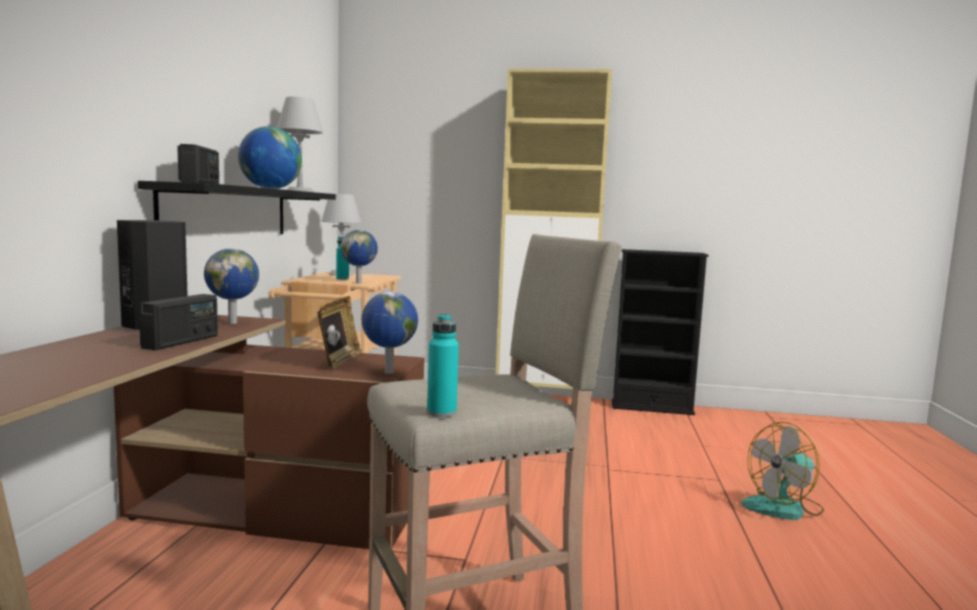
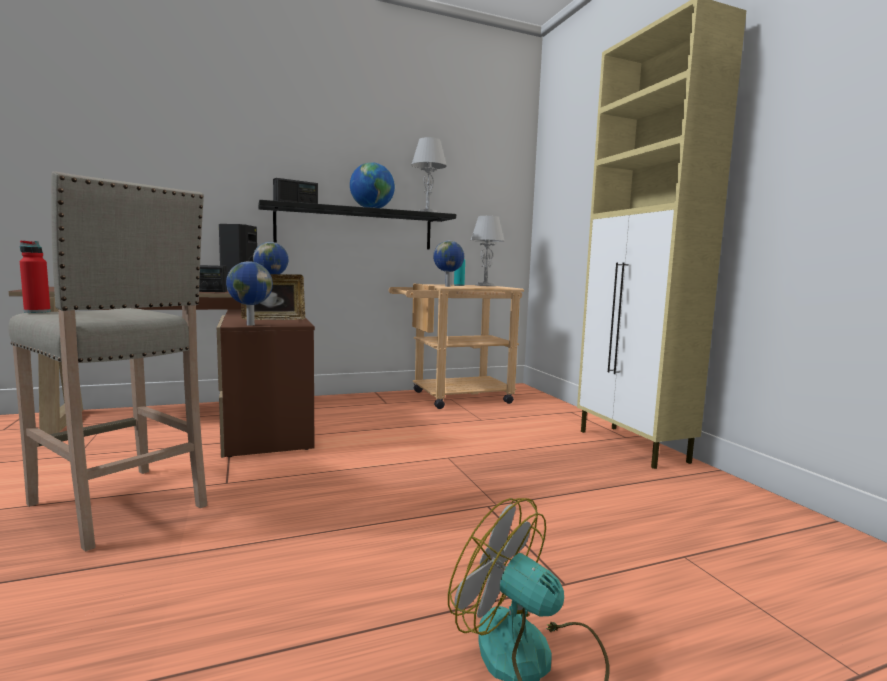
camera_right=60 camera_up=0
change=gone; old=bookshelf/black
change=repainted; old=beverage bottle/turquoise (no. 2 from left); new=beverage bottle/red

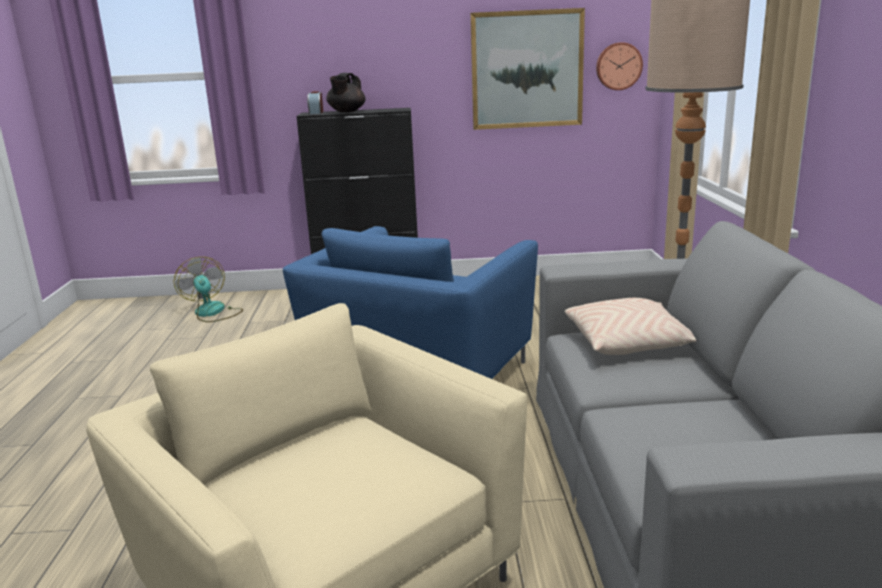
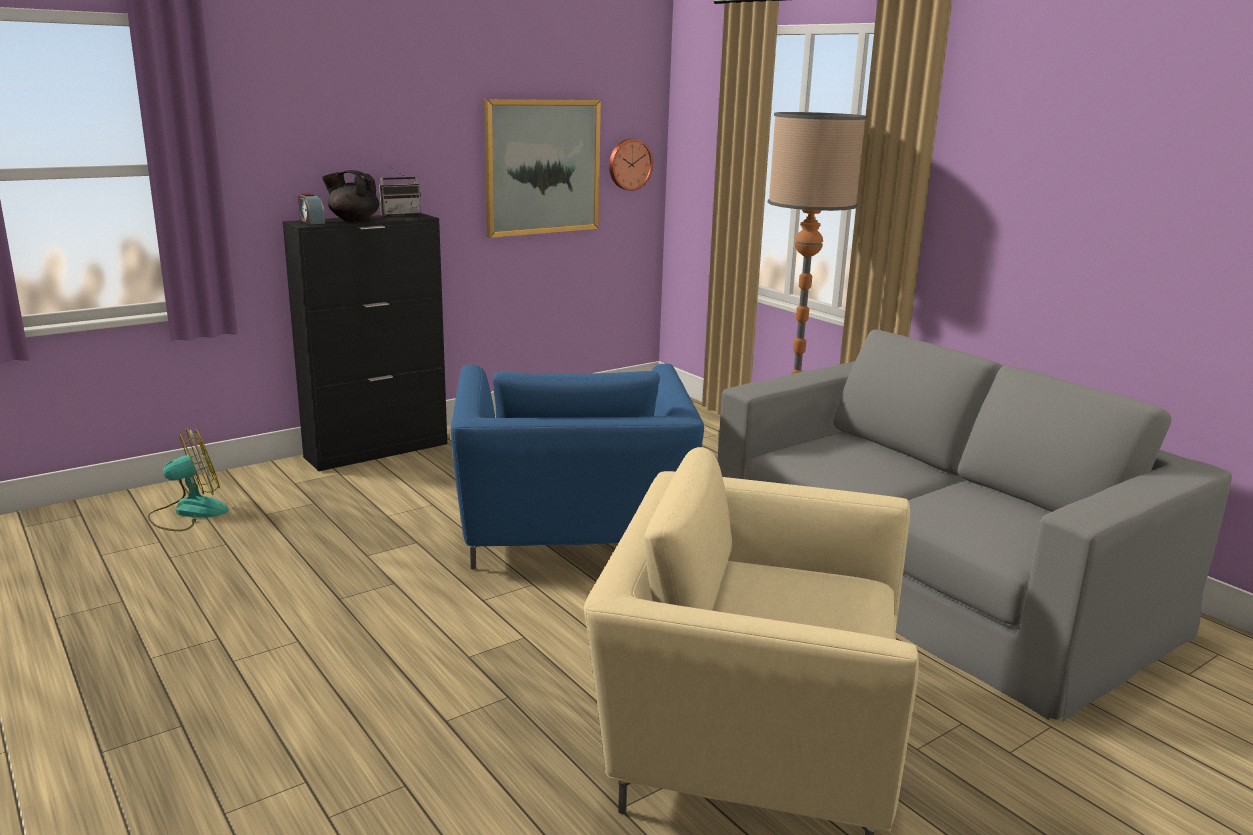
camera_right=-35 camera_up=0
change=rotated; old=pot for tea/black; degrees=120
change=rotated; old=fan; degrees=120
change=gone; old=throw pillow/beige-coloured
change=new; new=radio set

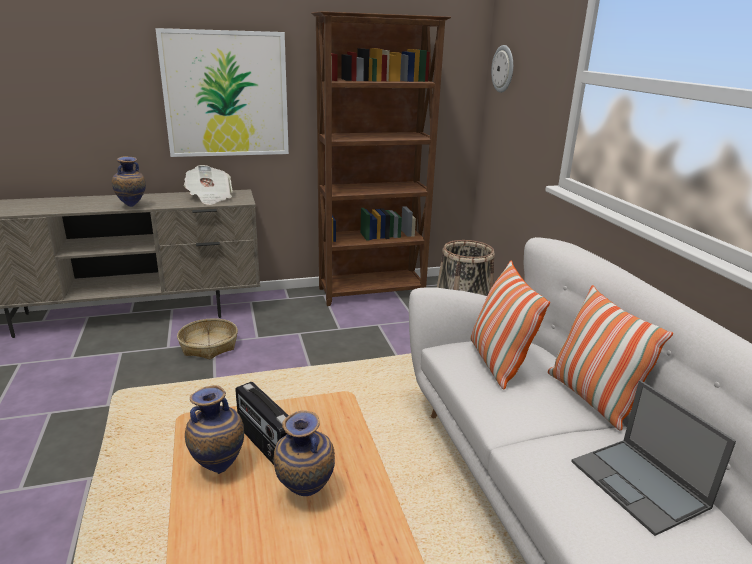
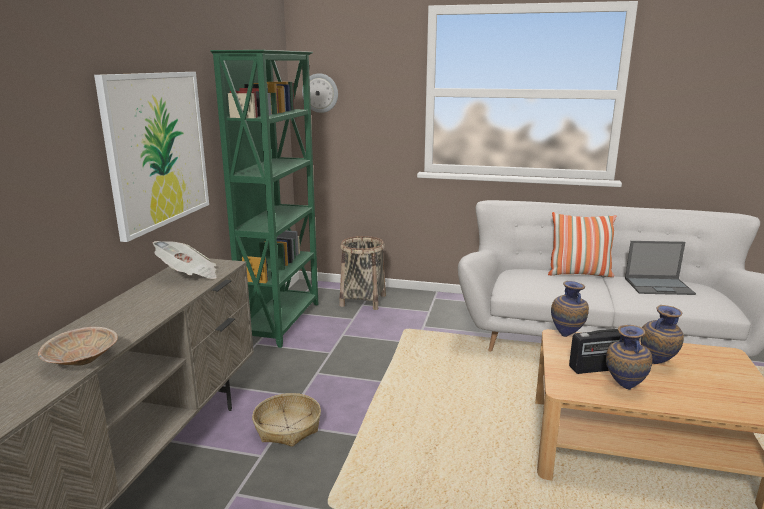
camera_right=-60 camera_up=-5
change=repainted; old=bookshelf/brown-coloured; new=bookshelf/green-coloured
change=shifted; old=decorative vase (no. 1 from left)
change=gone; old=throw pillow (no. 1 from left)
change=new; new=bowl/beige-coloured

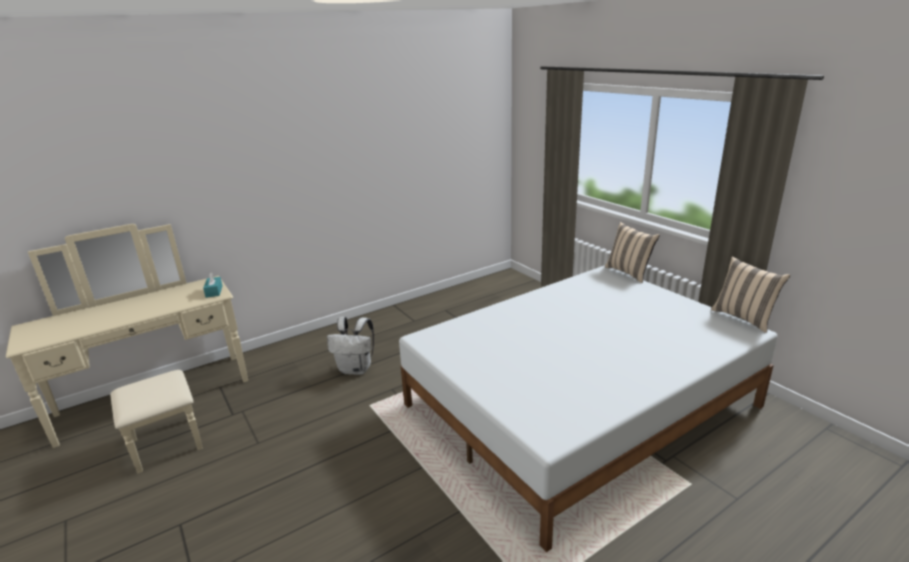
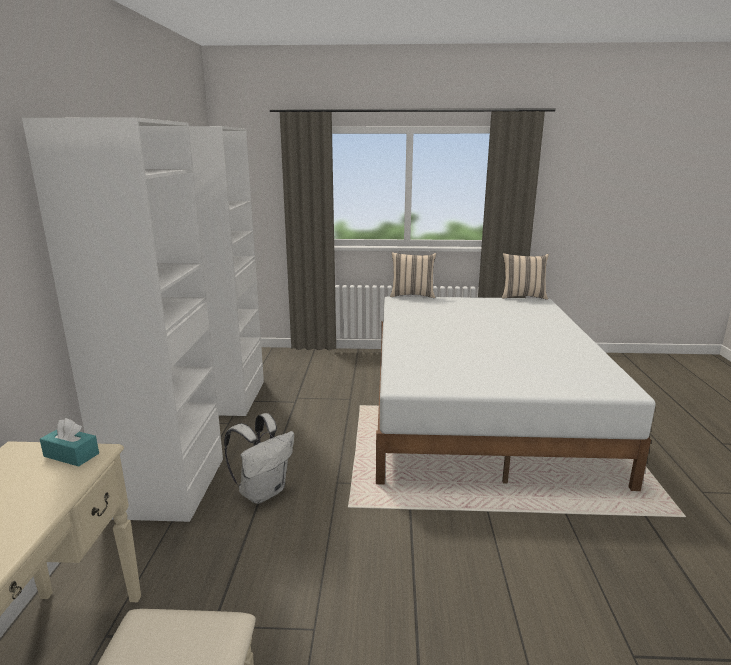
camera_right=-55 camera_up=-5
change=new; new=wardrobe/whitish

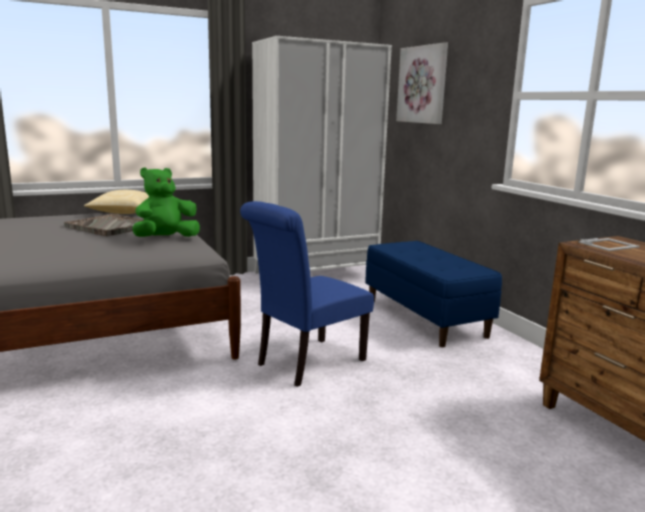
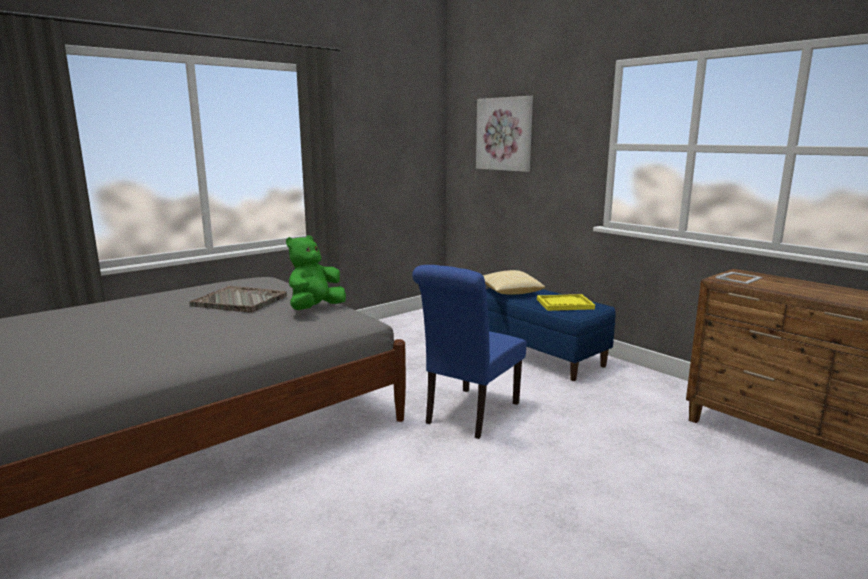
camera_right=-15 camera_up=0
change=gone; old=wardrobe/whitish
change=shifted; old=throw pillow
change=new; new=tray/yellow

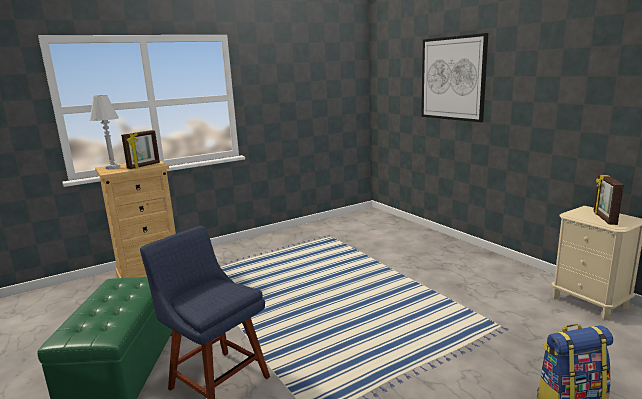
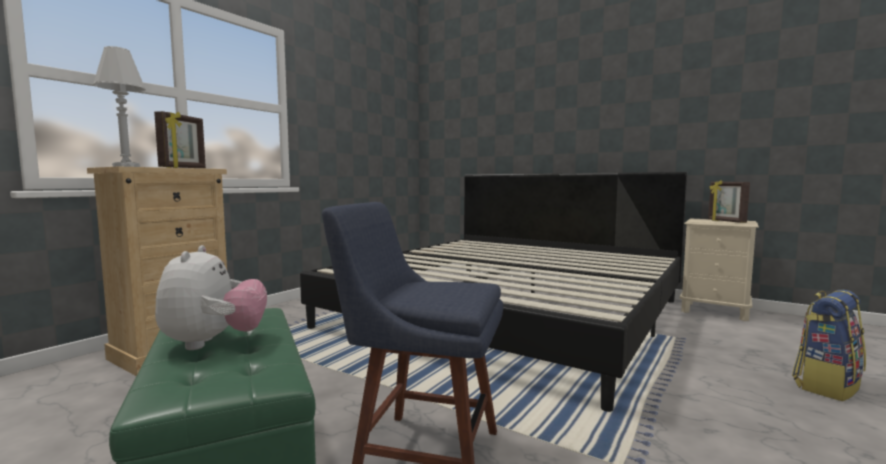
camera_right=-25 camera_up=-10
change=gone; old=wall art
change=new; new=bedroom bed
change=new; new=soft toy

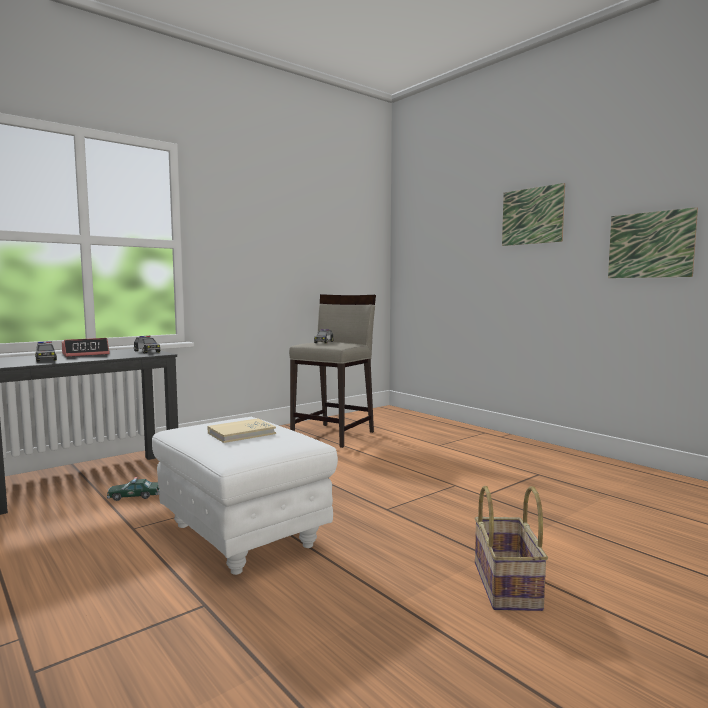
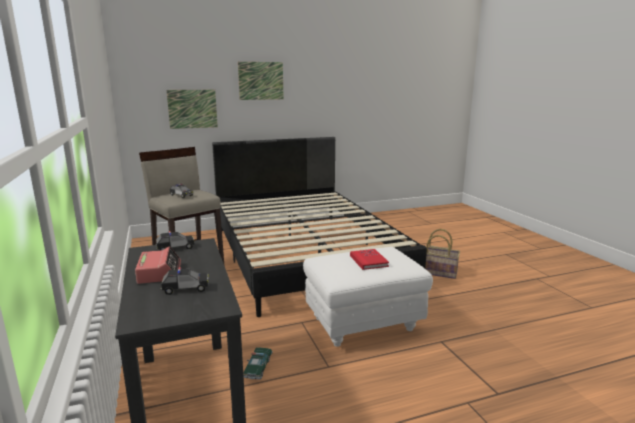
camera_right=-70 camera_up=10
change=shifted; old=wall art (no. 2 from left in the first image); new=wall art (no. 1 from left)
change=repainted; old=volume/beige-coloured; new=volume/red
change=new; new=bedroom bed/black

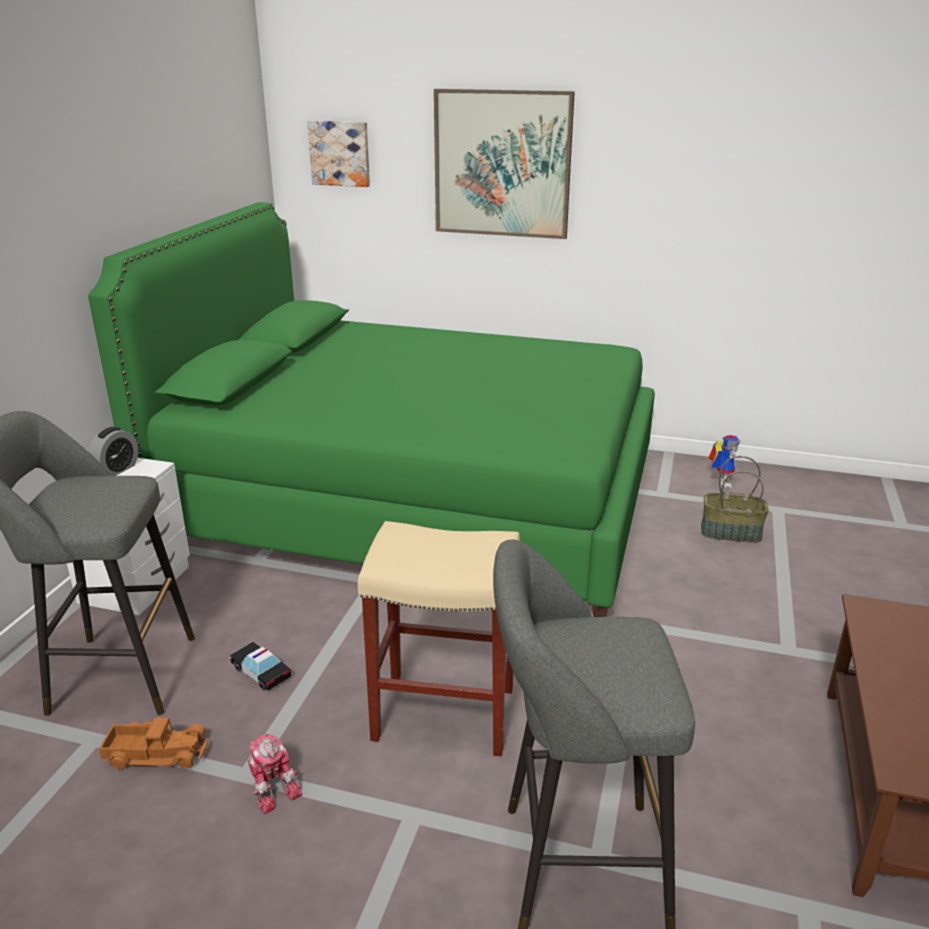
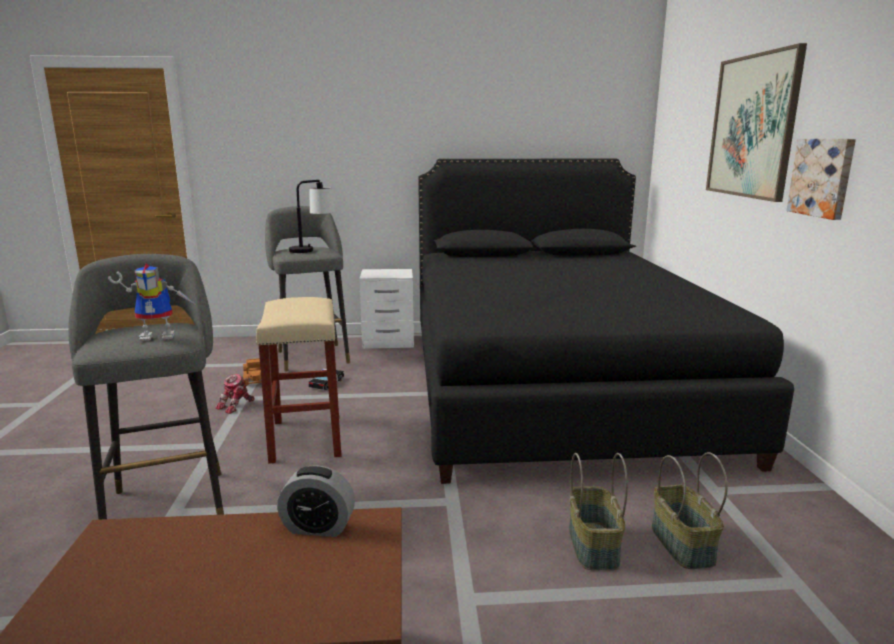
camera_right=70 camera_up=-10
change=shifted; old=wall art (no. 1 from left in the first image); new=wall art (no. 2 from left)
change=repainted; old=bedroom bed/green-coloured; new=bedroom bed/black
change=shifted; old=table clock
change=shifted; old=toy robot (no. 2 from left in the first image); new=toy robot (no. 1 from left)
change=new; new=table lamp
change=new; new=household basket (no. 1 from left)

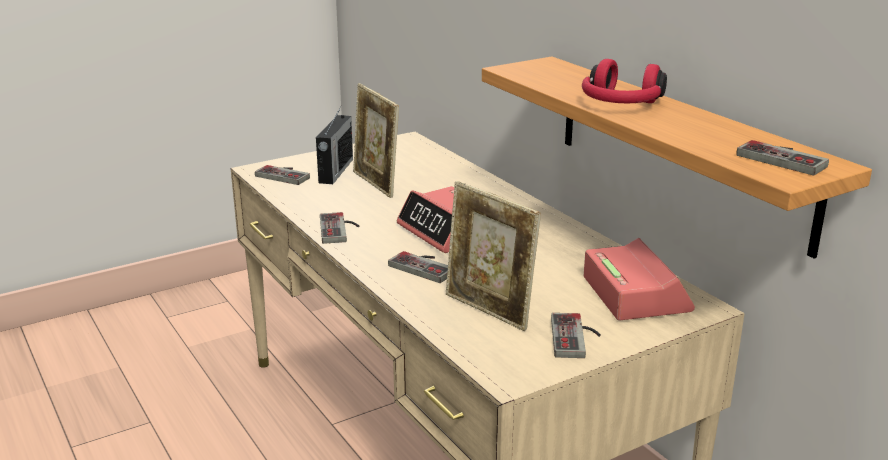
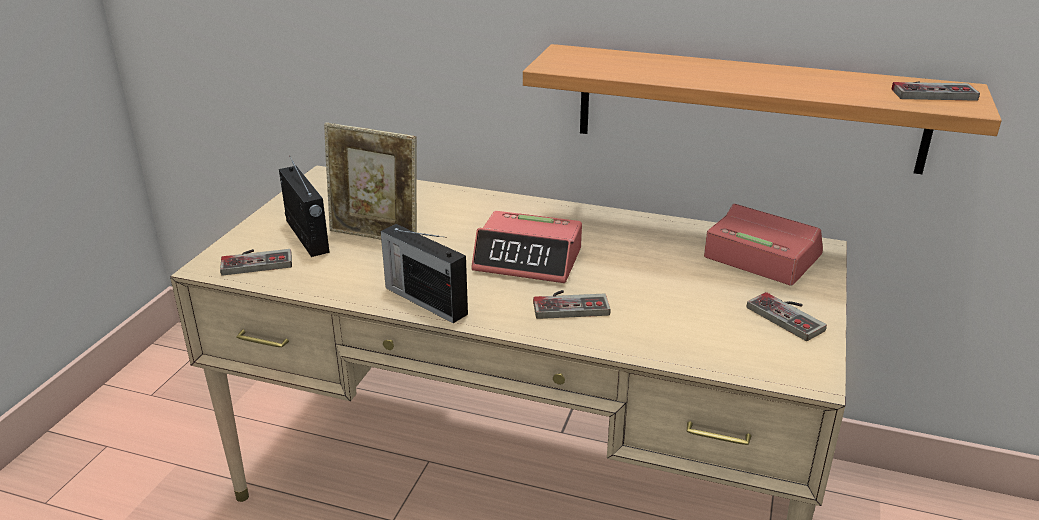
camera_right=-40 camera_up=5
change=gone; old=headphones/red
change=gone; old=picture frame (no. 2 from left)
change=swapped; old=joypad (no. 2 from left); new=radio set (no. 2 from left)

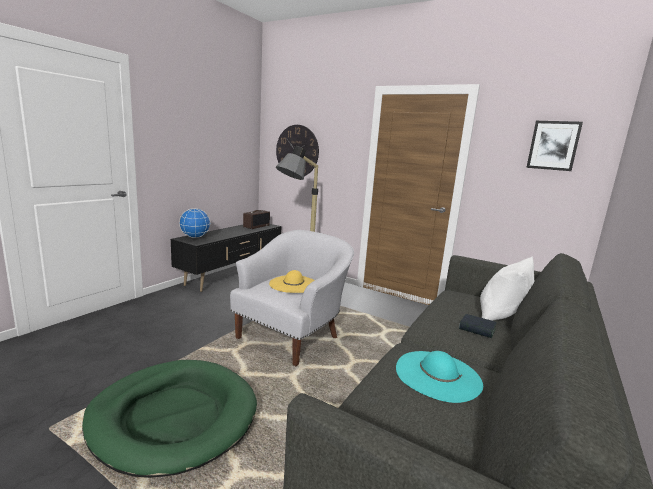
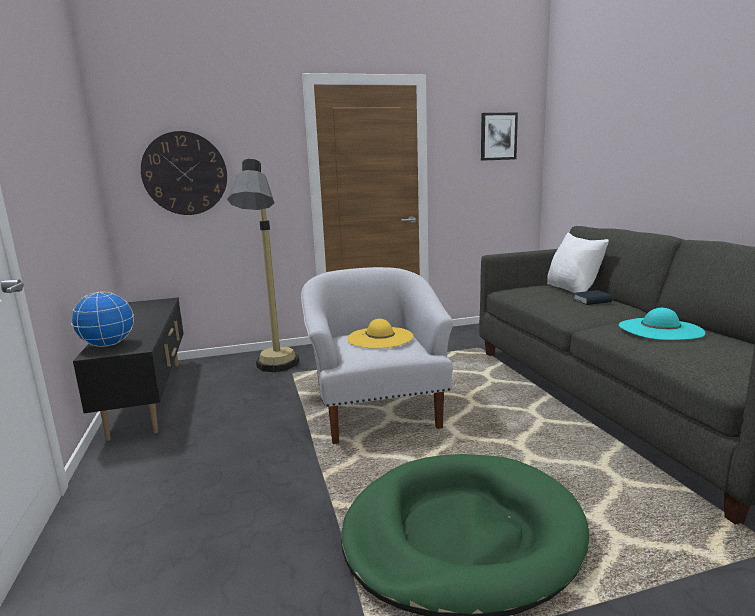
camera_right=-45 camera_up=0
change=gone; old=radio set

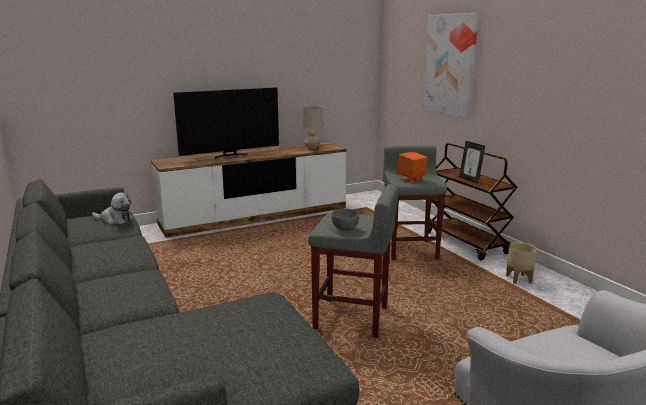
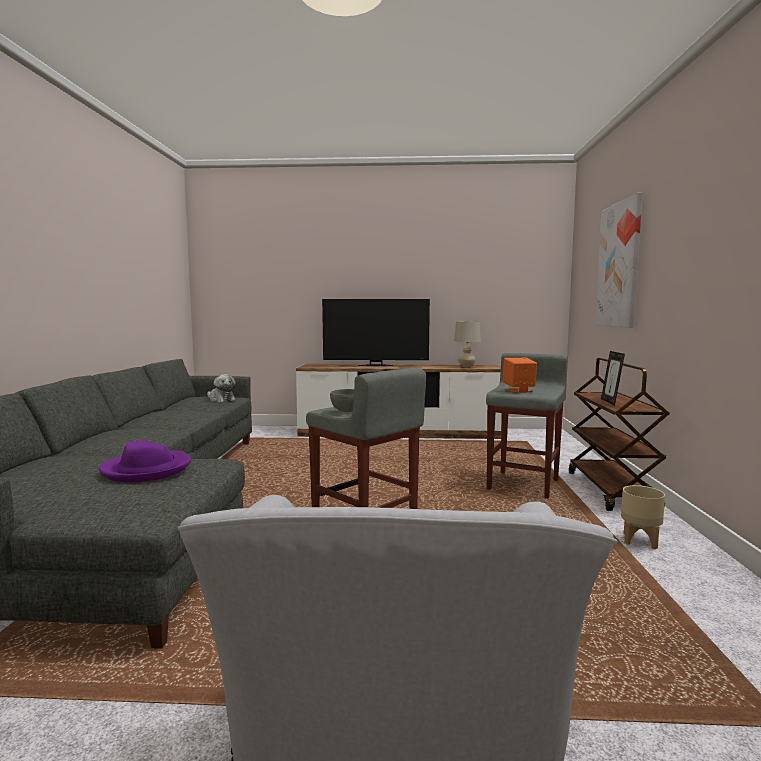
camera_right=30 camera_up=-10
change=new; new=wearable hat/purple-coloured

